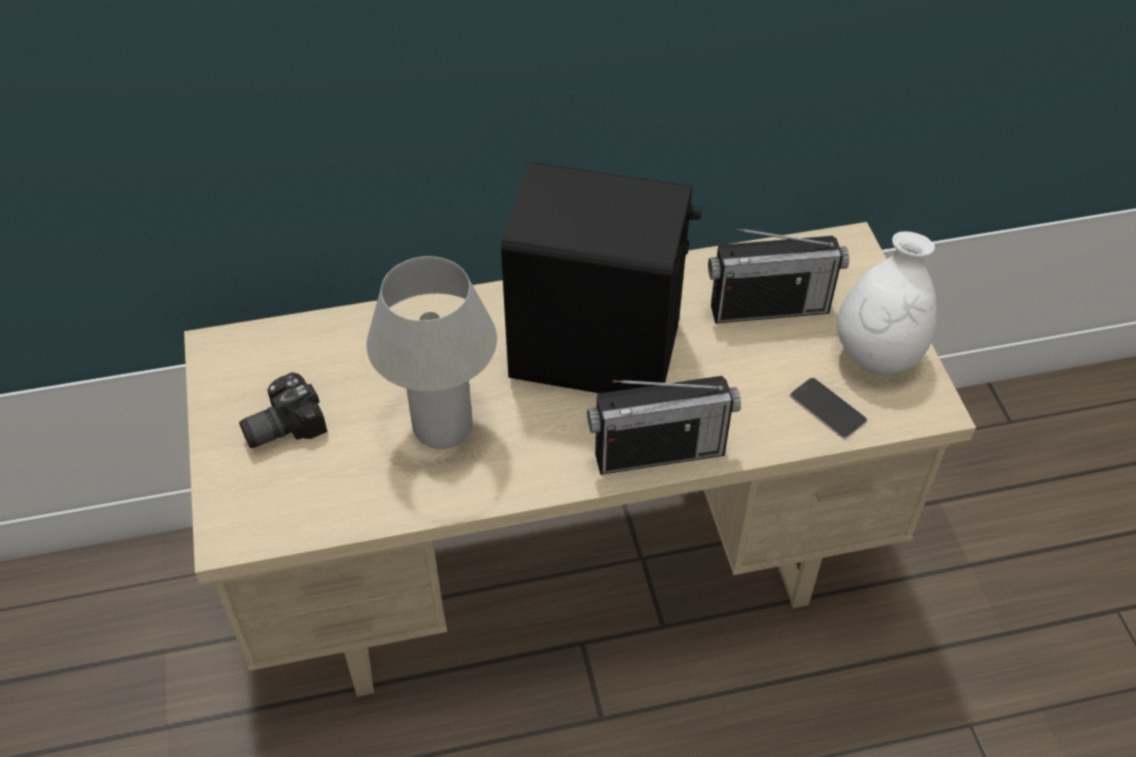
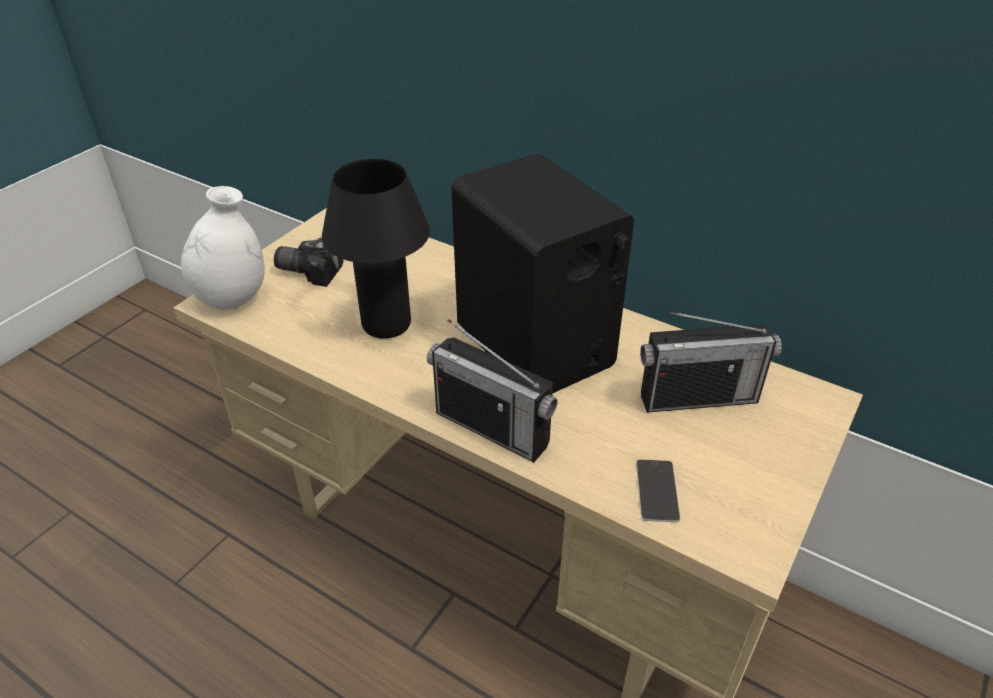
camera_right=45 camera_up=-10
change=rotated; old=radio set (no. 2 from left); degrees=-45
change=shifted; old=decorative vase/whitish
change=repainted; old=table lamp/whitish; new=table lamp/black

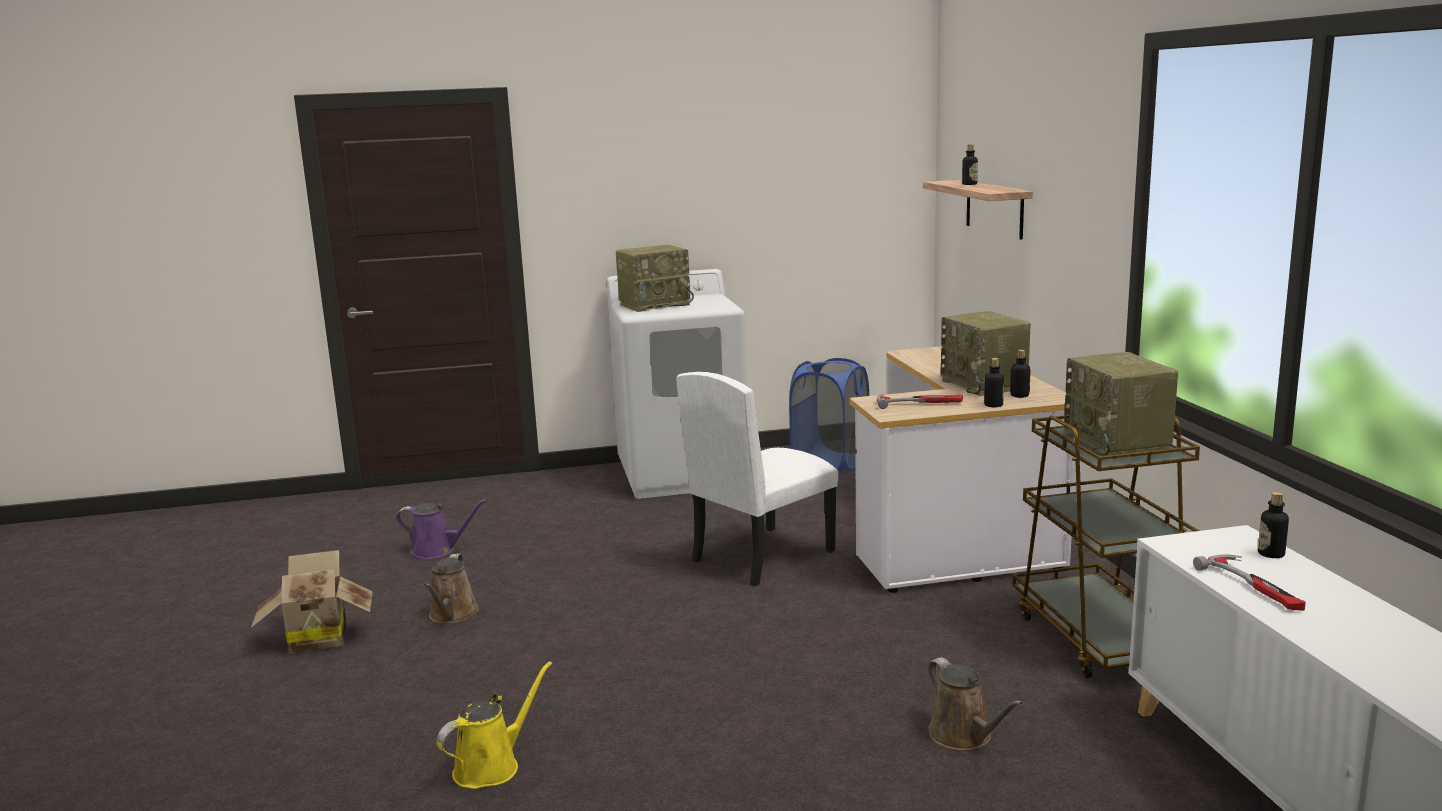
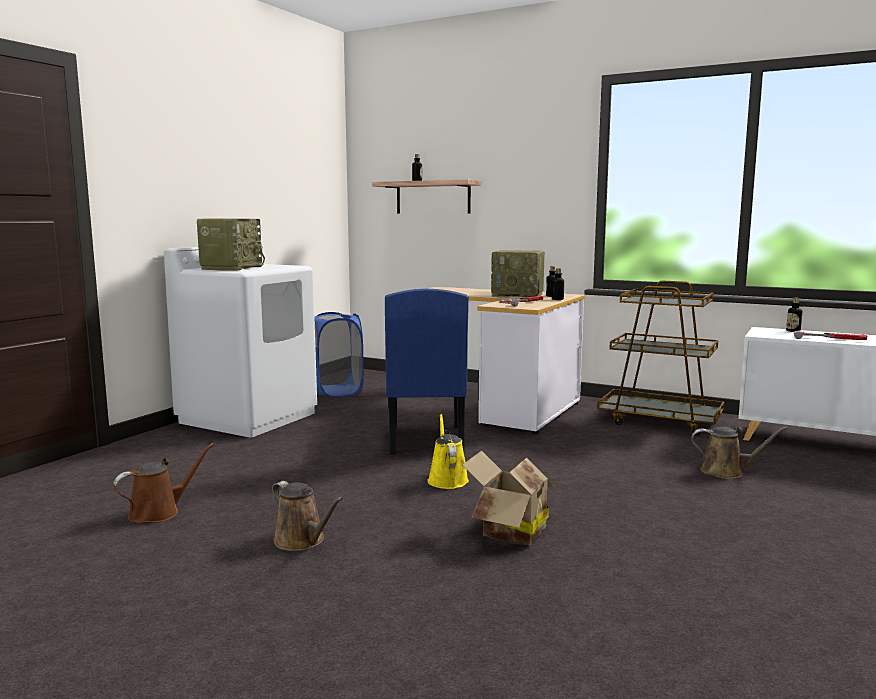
camera_right=-50 camera_up=-5
change=gone; old=radio set (no. 3 from left)
change=repainted; old=chair/whitish; new=chair/bluish
change=repainted; old=watering can/purple-coloured; new=watering can/brown-coloured (no. 1 from left)
change=shifted; old=packing box
change=shifted; old=watering can/yellow

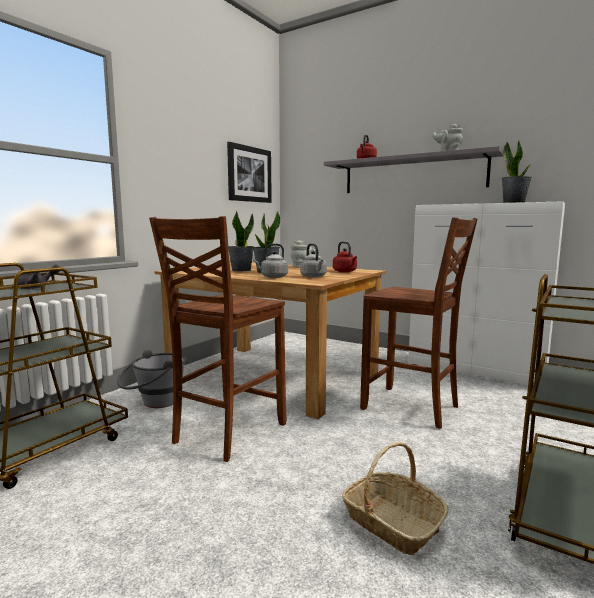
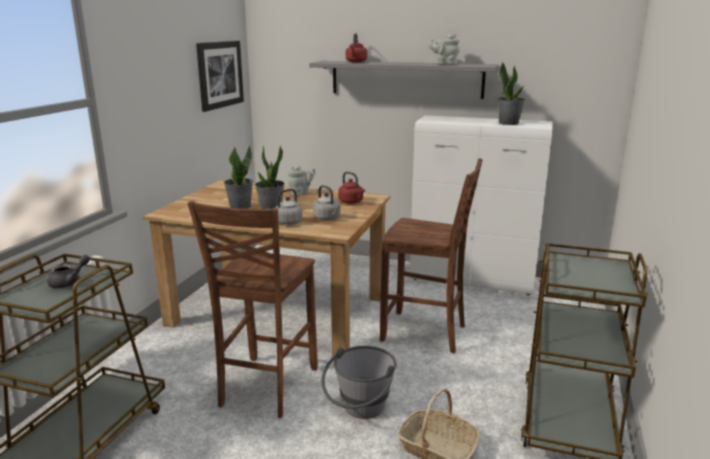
camera_right=-15 camera_up=10
change=shifted; old=pail/greyish

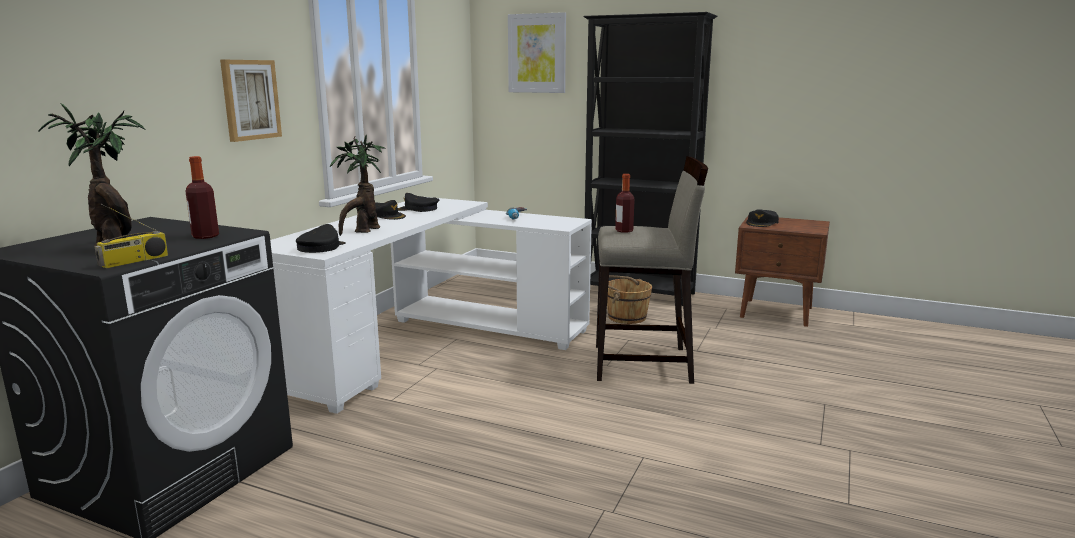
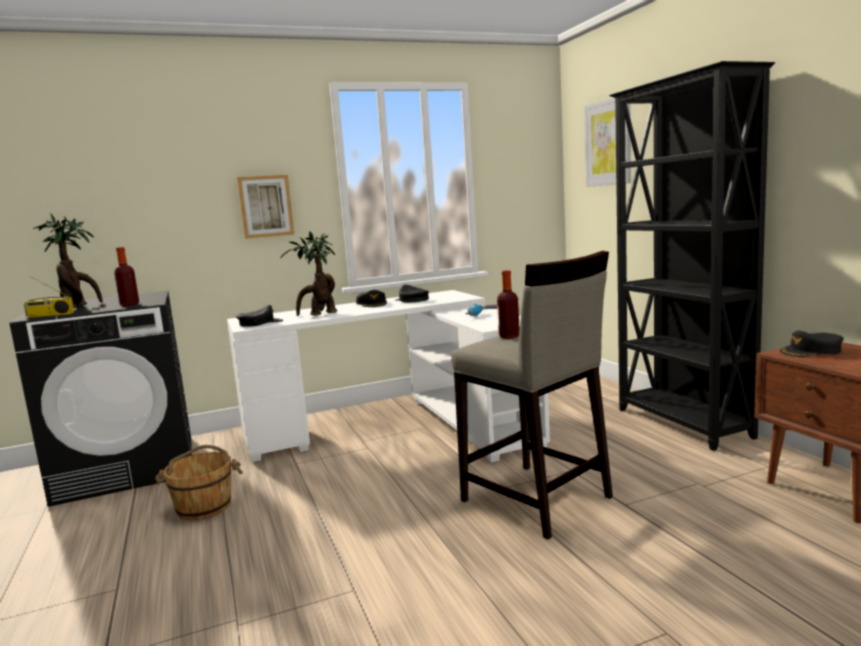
camera_right=45 camera_up=-5
change=shifted; old=pail/brown-coloured

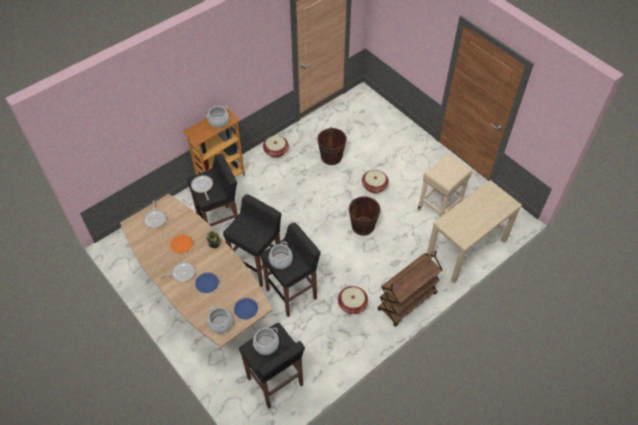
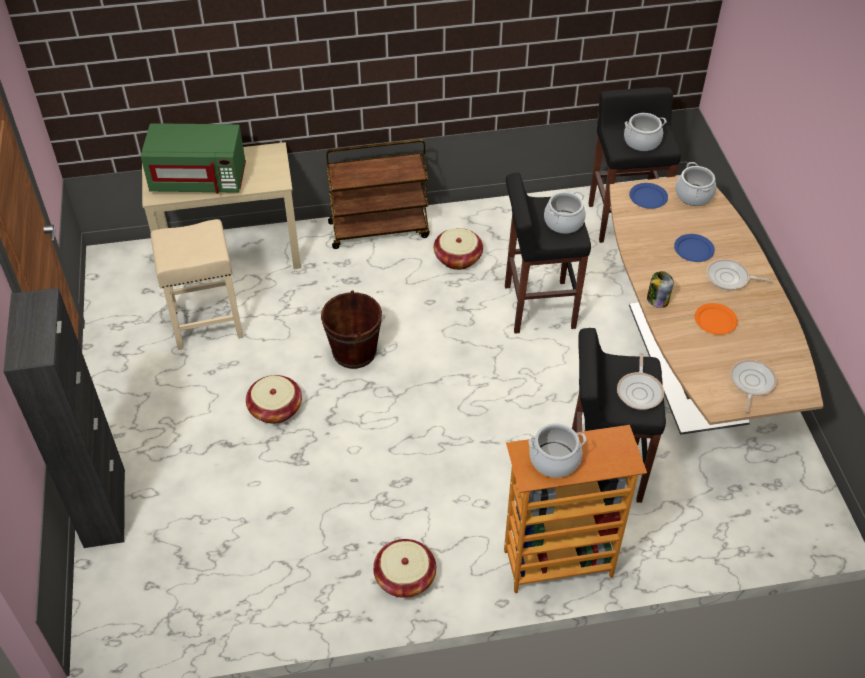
camera_right=-150 camera_up=-5
change=gone; old=pail/brown-coloured (no. 1 from left)
change=gone; old=sitting stool/black (no. 2 from left)
change=new; new=kitchen microwave/green-coloured
change=new; new=cabinet/black

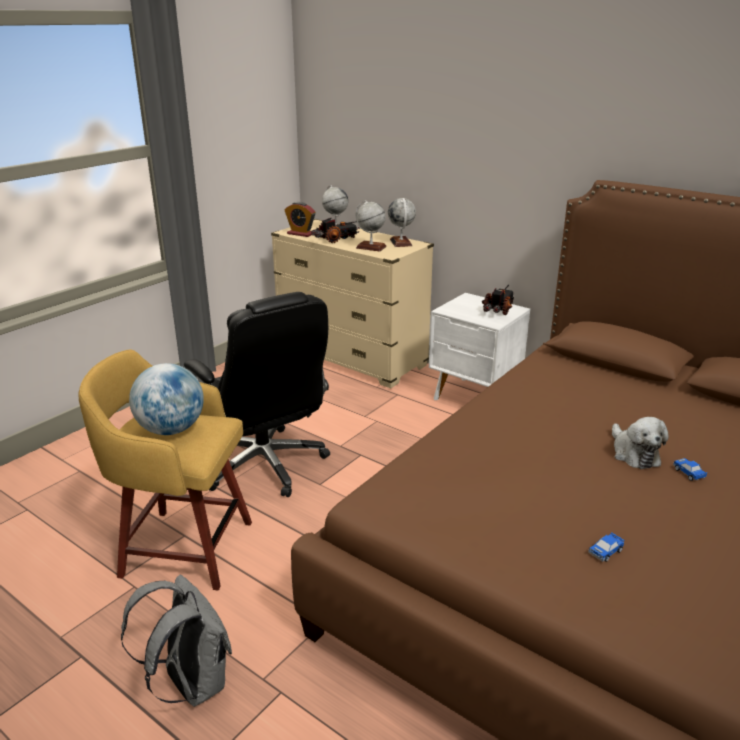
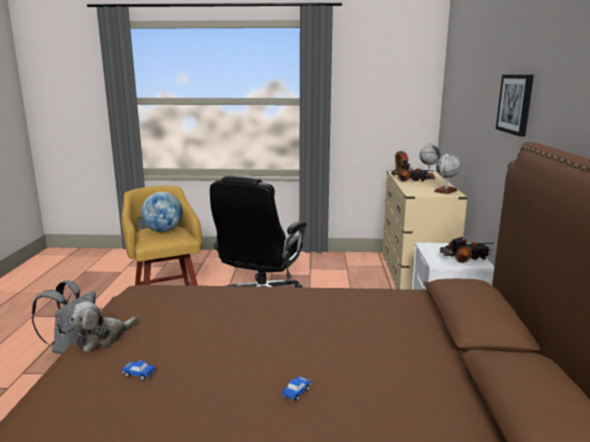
camera_right=55 camera_up=-10
change=gone; old=world globe (no. 3 from left)
change=shifted; old=soft toy
change=new; new=wall art

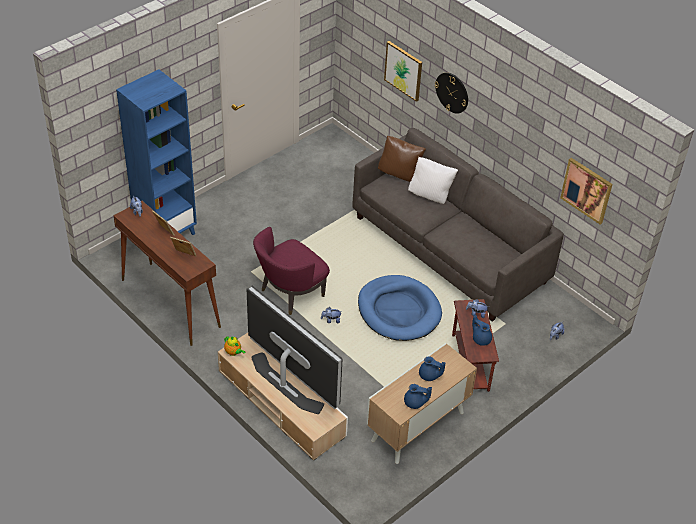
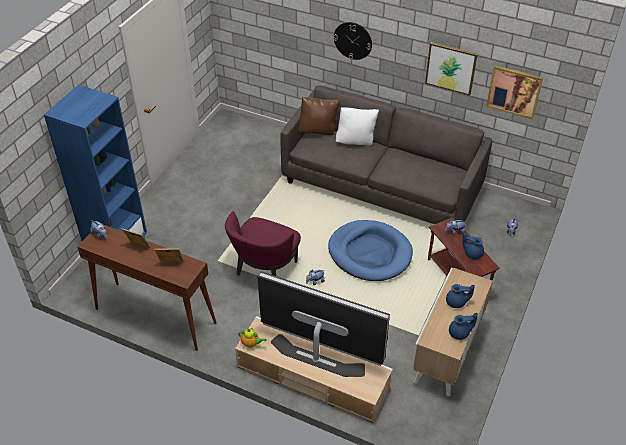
camera_right=-20 camera_up=0
change=shifted; old=wall art (no. 1 from left)

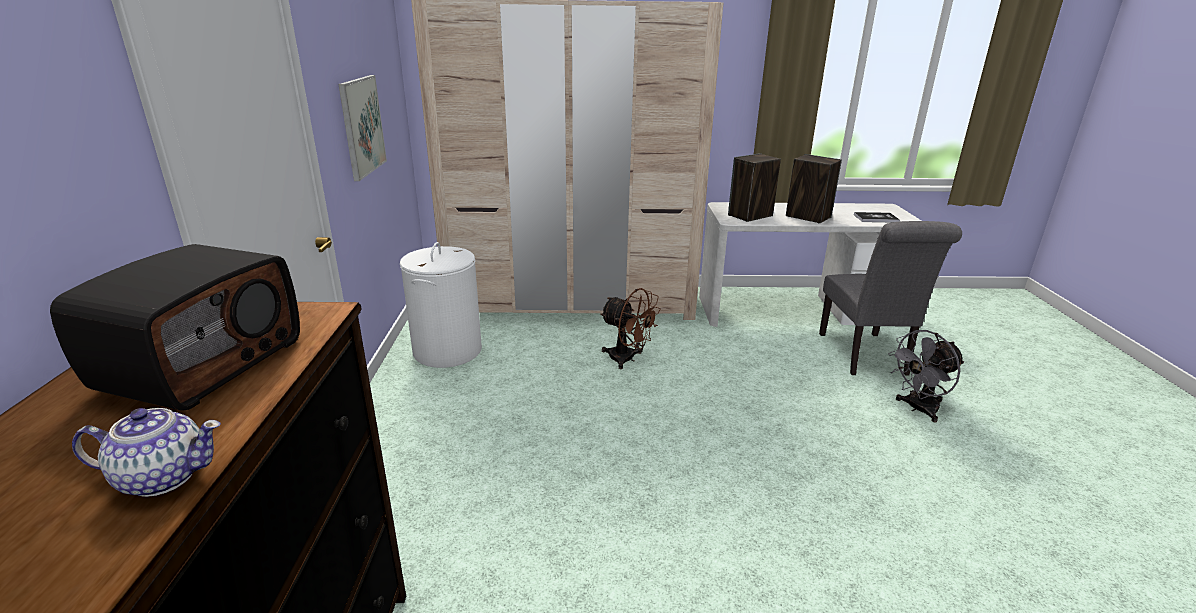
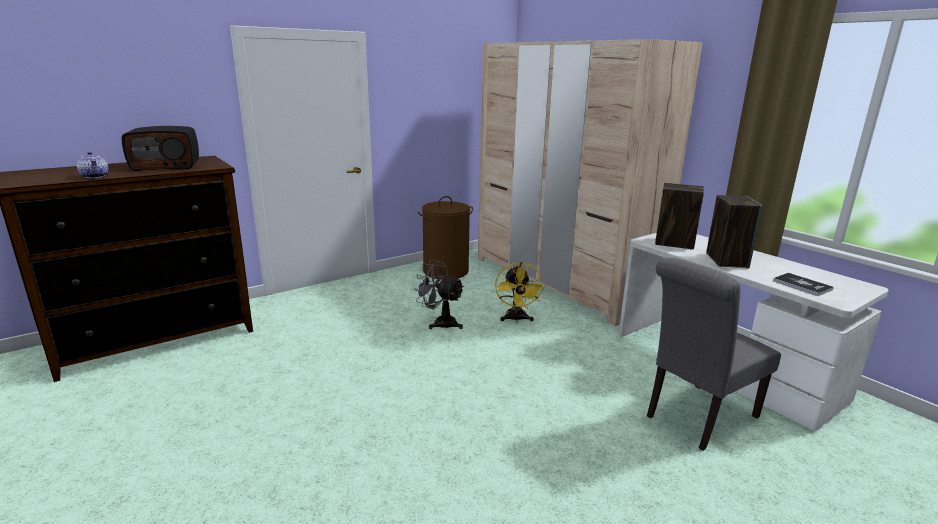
camera_right=55 camera_up=-5
change=gone; old=wall art
change=repainted; old=laundry basket/whitish; new=laundry basket/brown-coloured
change=repainted; old=fan/brown-coloured; new=fan/yellow
change=shifted; old=fan/greyish

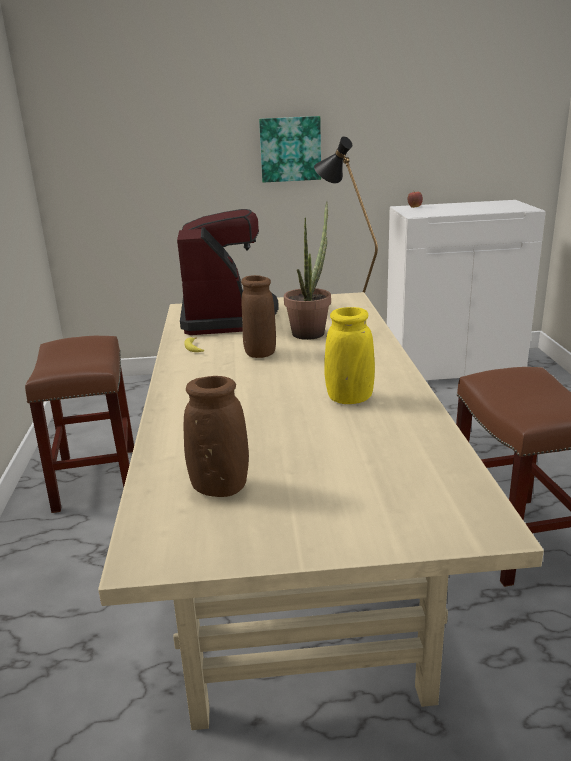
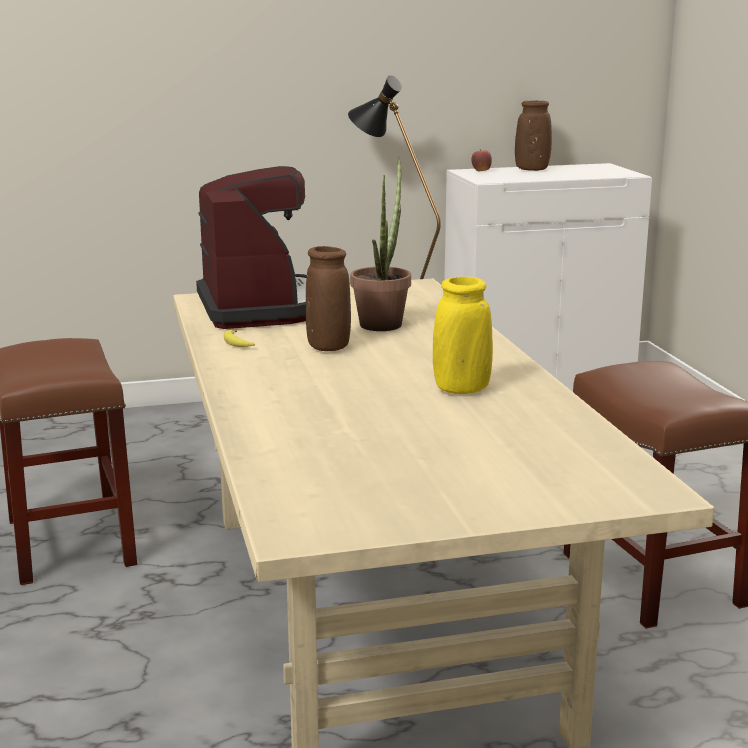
camera_right=-10 camera_up=-5
change=gone; old=wall art
change=shifted; old=decorative vase/brown-coloured (no. 1 from left in the first image); new=decorative vase/brown-coloured (no. 2 from left)

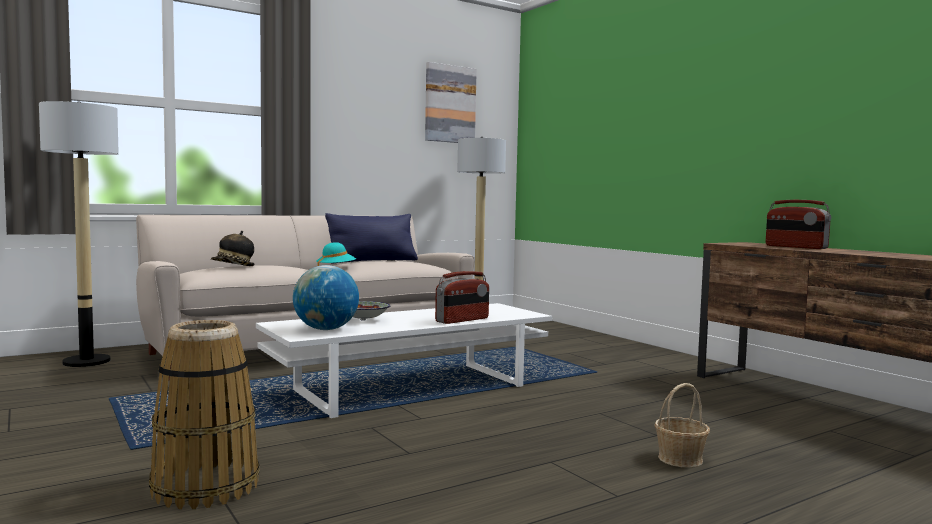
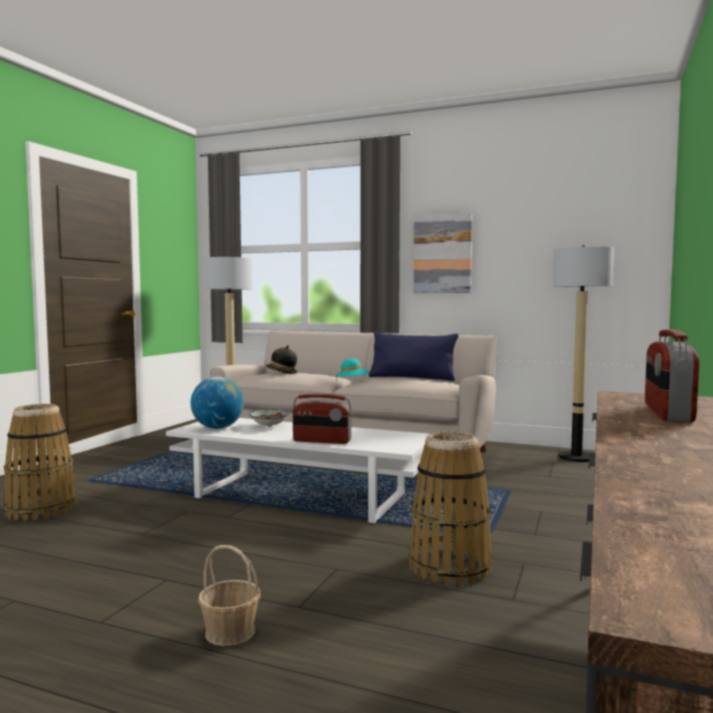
camera_right=55 camera_up=0
change=shifted; old=wall art
change=new; new=household basket (no. 3 from left)

